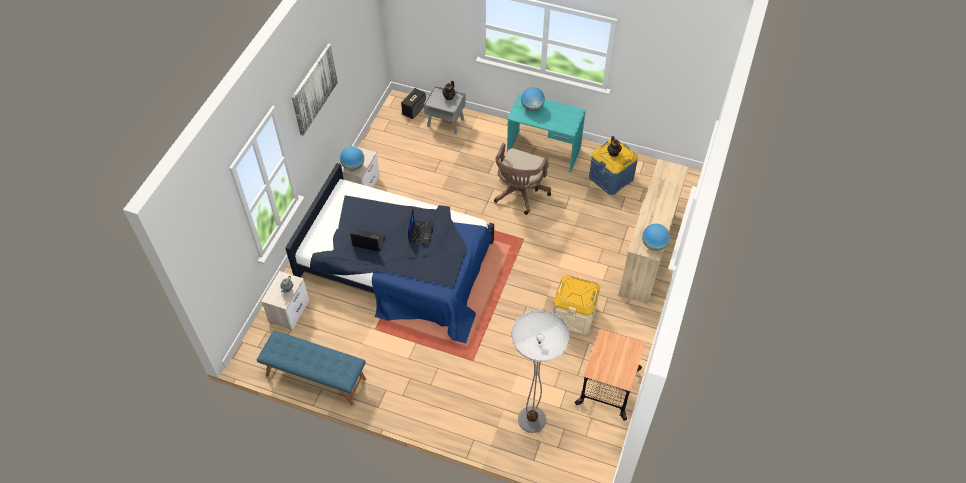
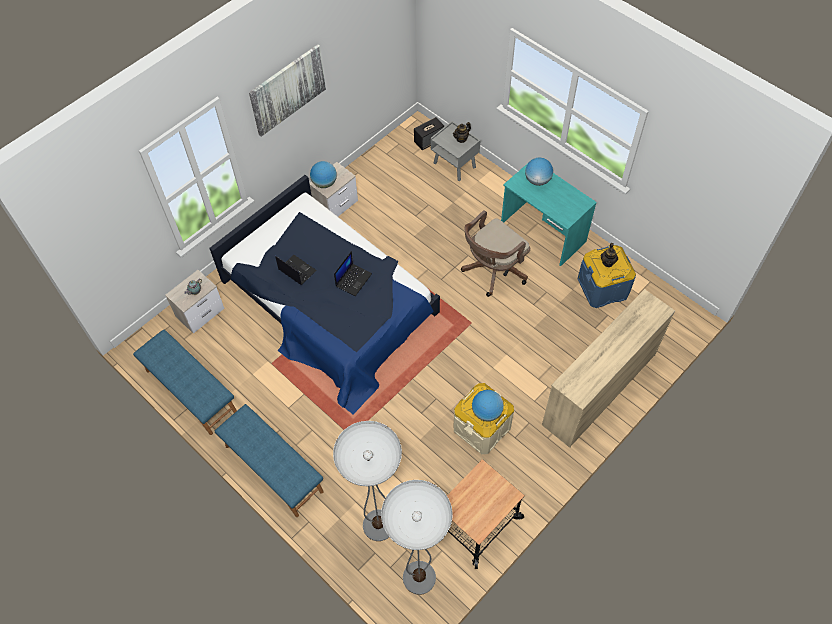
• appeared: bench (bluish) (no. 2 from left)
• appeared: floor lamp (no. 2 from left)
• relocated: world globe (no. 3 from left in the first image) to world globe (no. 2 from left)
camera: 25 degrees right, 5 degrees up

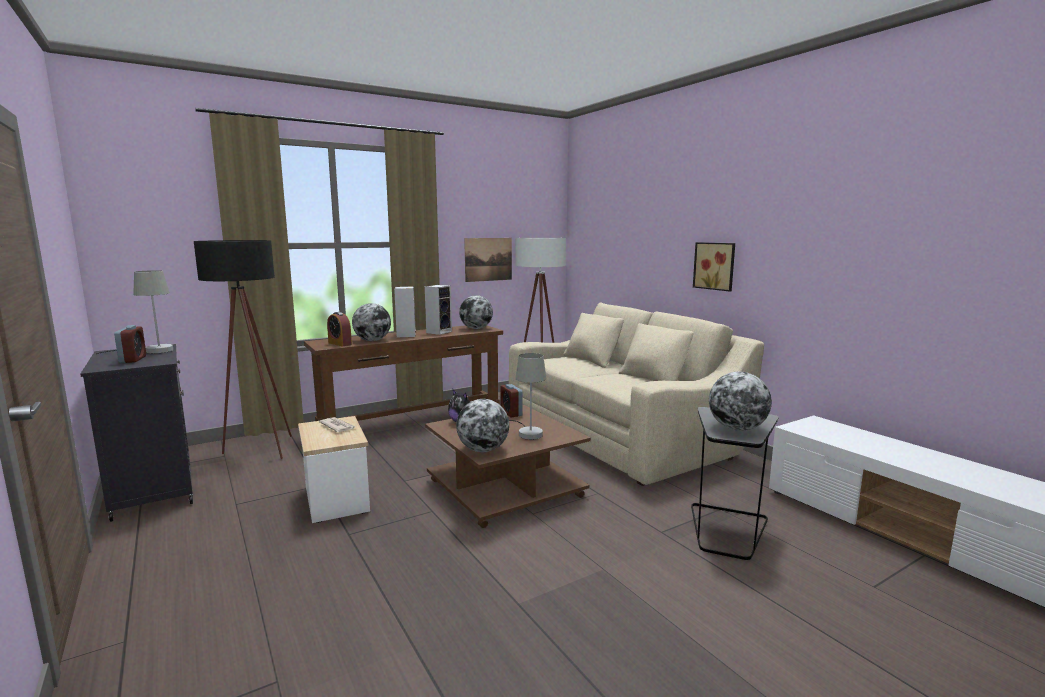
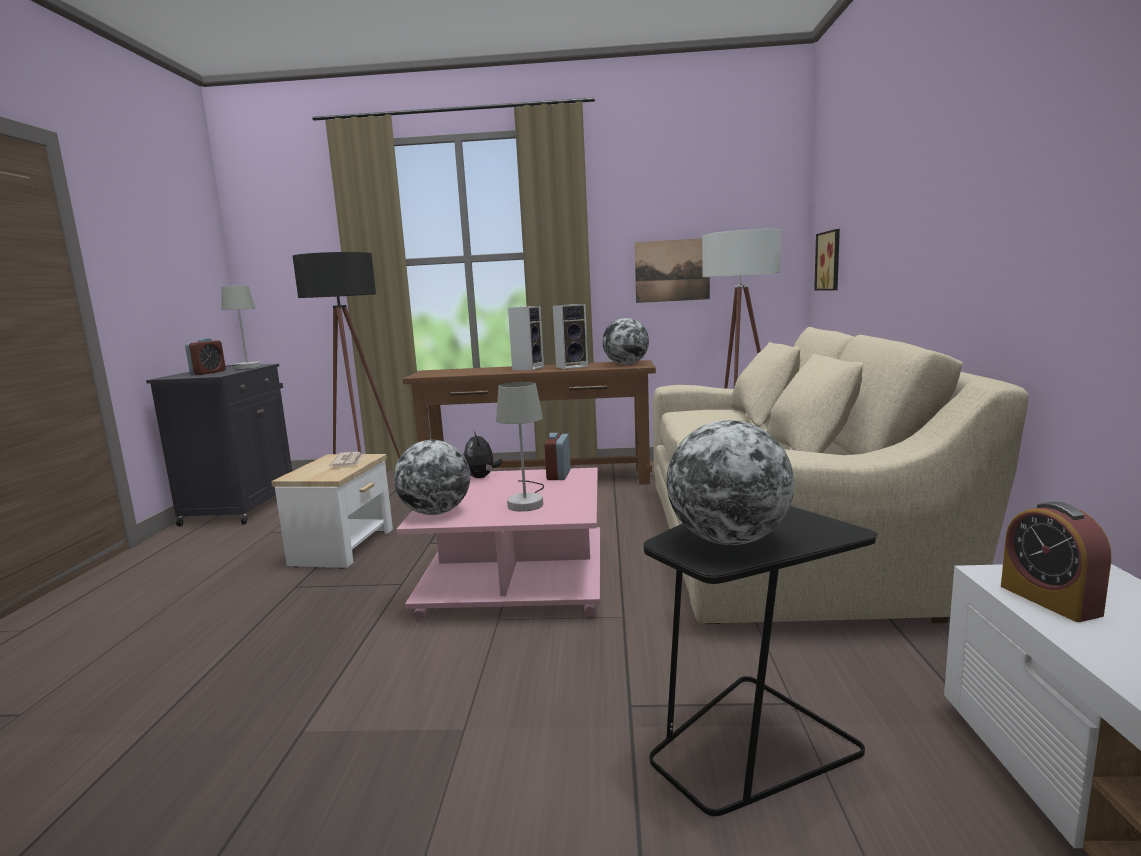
• missing: world globe (no. 1 from left)
• relocated: table clock (no. 2 from left in the first image) to table clock (no. 3 from left)
• relocated: picture (no. 2 from left)
• colour: low table (brown) to low table (pinkish)
camera: 35 degrees right, 0 degrees up

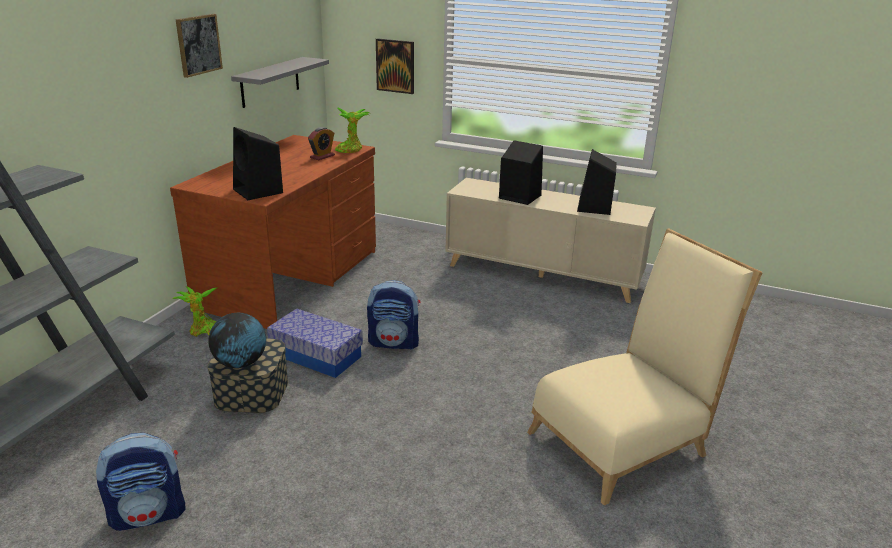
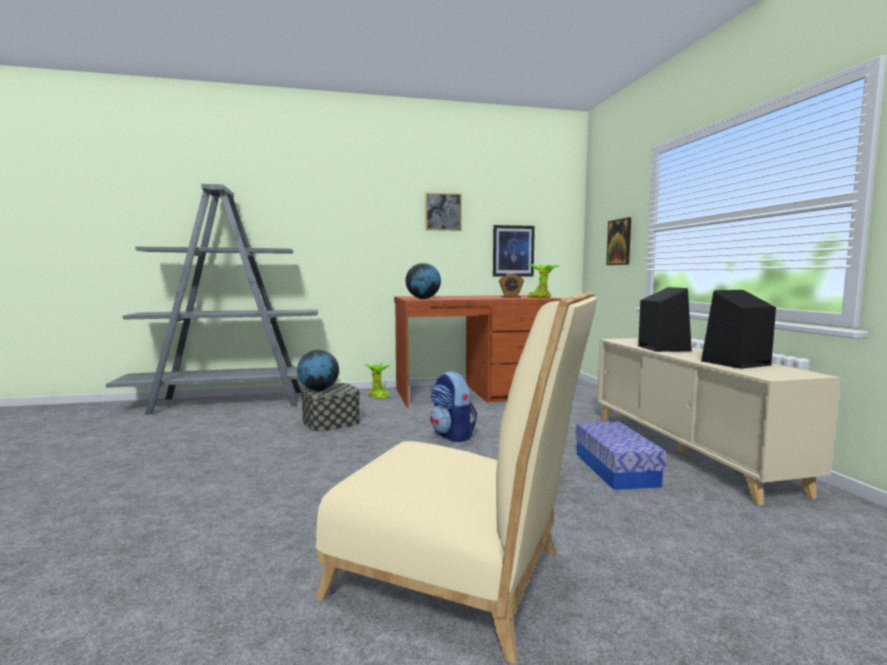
• missing: backpack (no. 1 from left)
• relocated: storage bin (no. 2 from left)
• exchanged: bracket shelf (greyish) to picture (no. 2 from left)
• exchanged: audio speaker (blackish) (no. 1 from left) to world globe (no. 2 from left)
camera: 55 degrees right, 20 degrees down

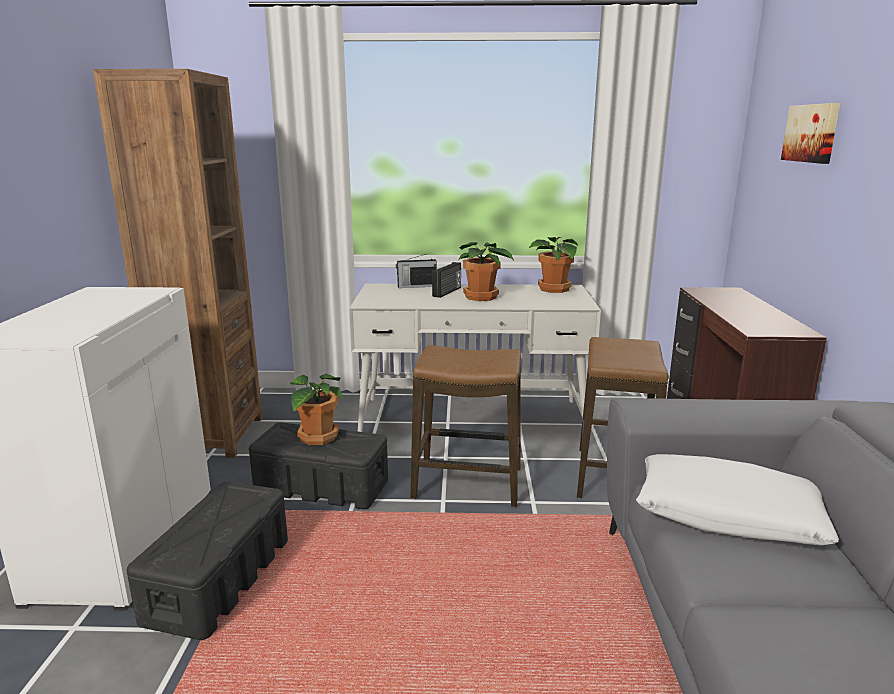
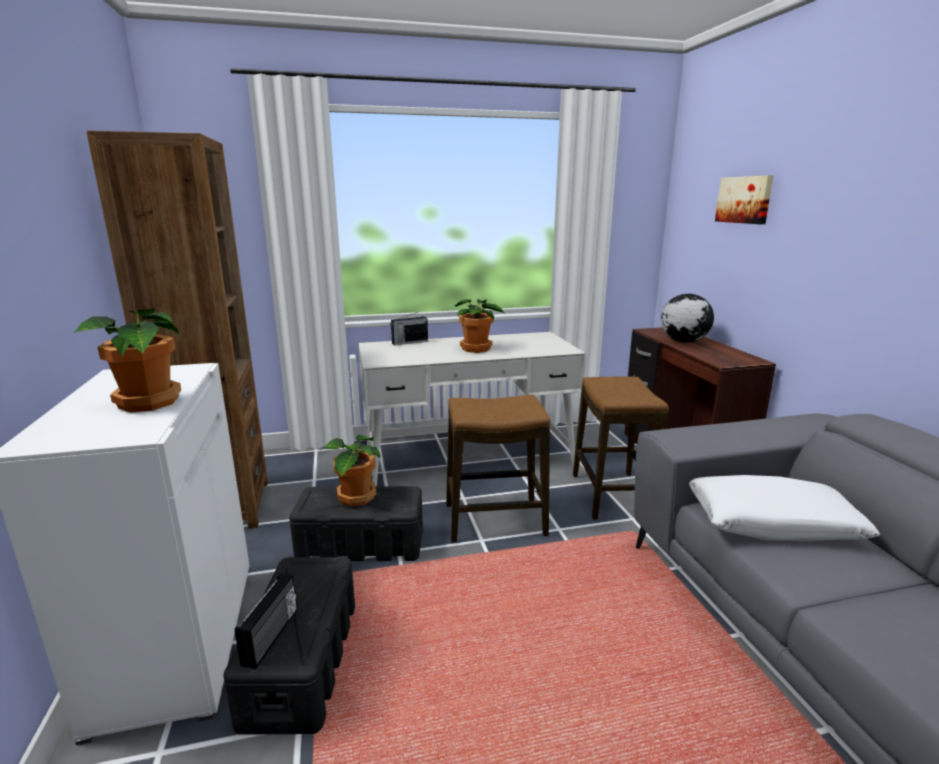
• appeared: world globe
• relocated: radio (no. 2 from left in the first image) to radio (no. 1 from left)
• relocated: potted plant (no. 3 from left in the first image) to potted plant (no. 1 from left)
camera: 15 degrees left, 0 degrees up

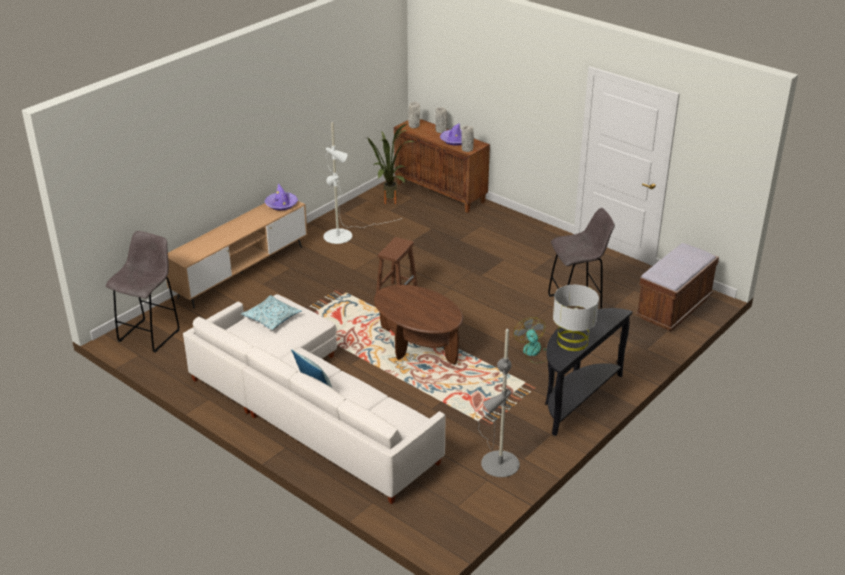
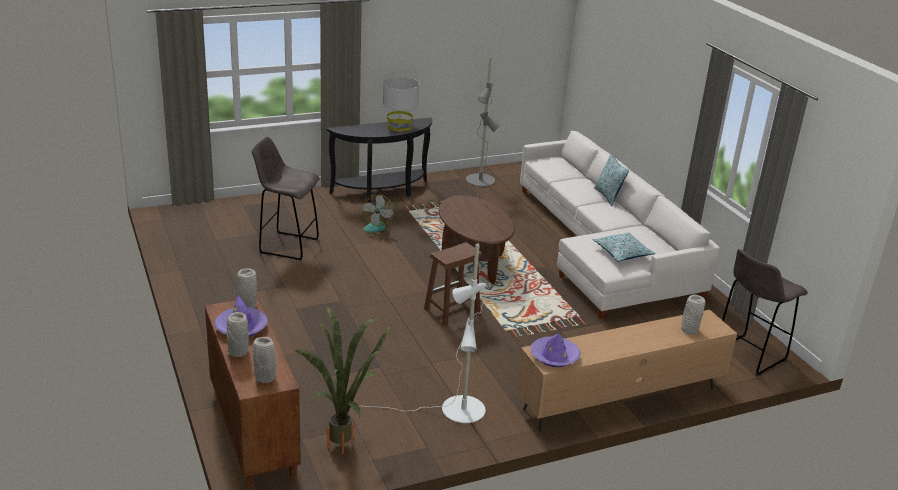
• missing: bench (brown)
• appeared: flower vase (greyish) (no. 4 from left)
camera: 155 degrees left, 5 degrees down

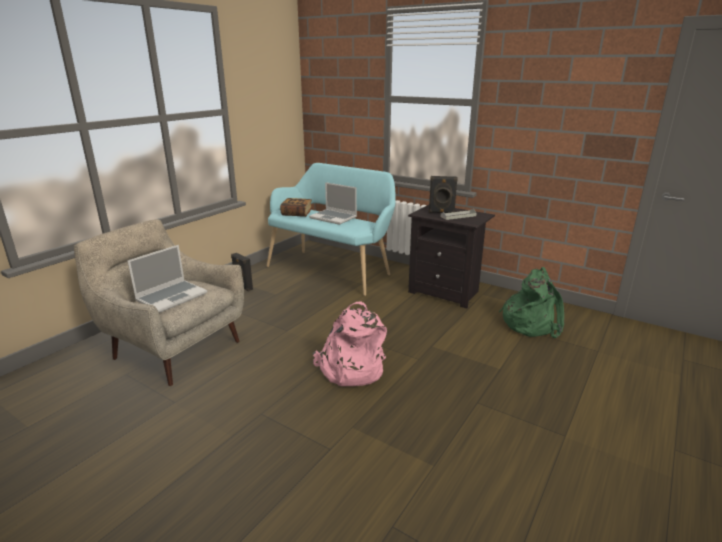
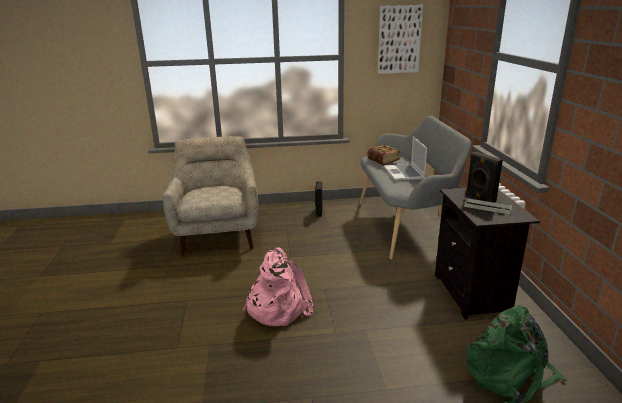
• missing: laptop (no. 1 from left)
• appeared: picture
• colour: bench (blue-green) to bench (greyish)
camera: 50 degrees right, 0 degrees up

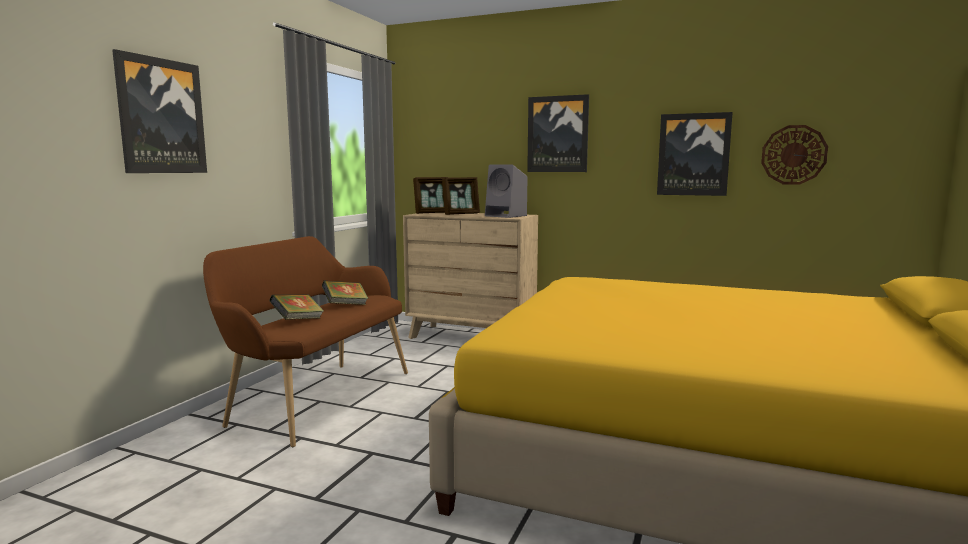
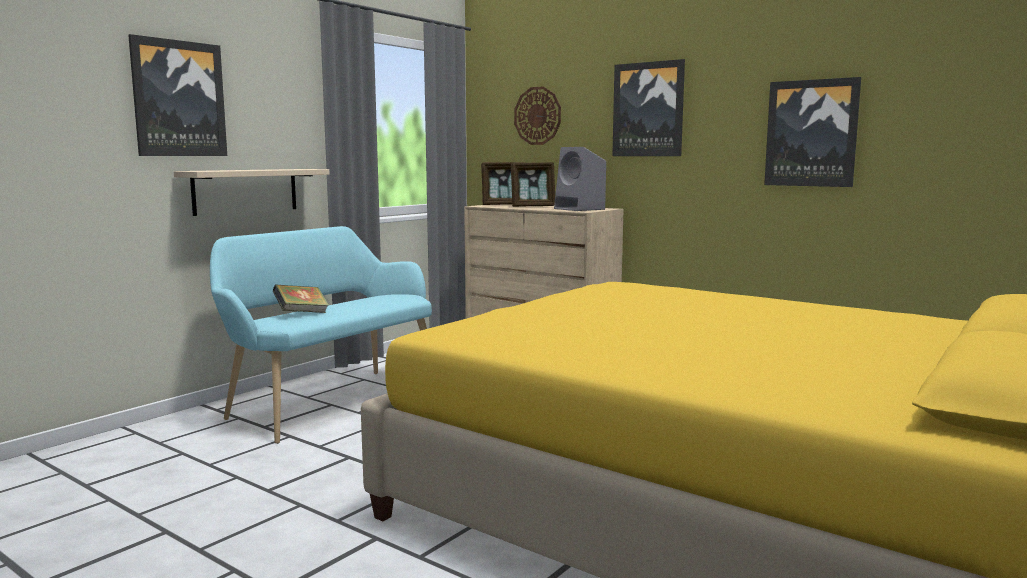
• missing: volume (no. 2 from left)
• appeared: bracket shelf (beige)
• relocated: hanging clock
• colour: bench (brown) to bench (blue-green)
camera: 15 degrees right, 0 degrees up

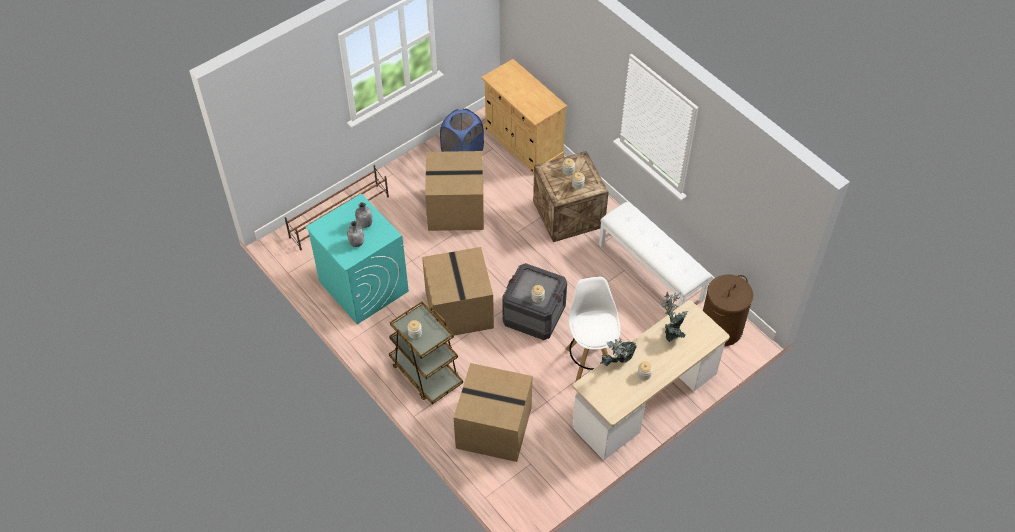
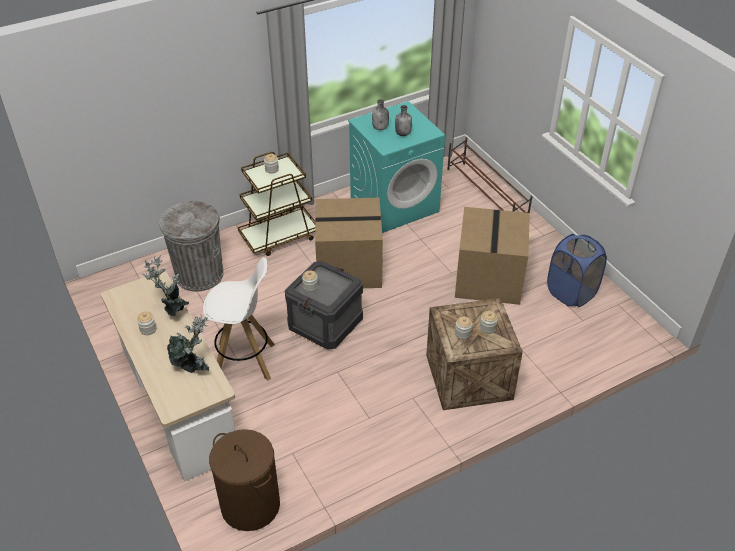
• missing: storage cabinet (beige)
• missing: bench (white)
• exchanged: cardboard box (no. 3 from left) to waste bin (greyish)
camera: 100 degrees right, 10 degrees down

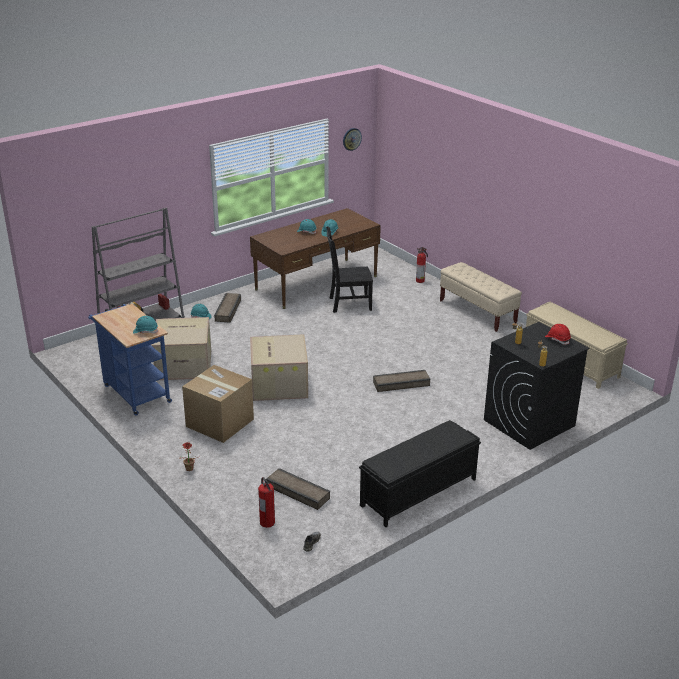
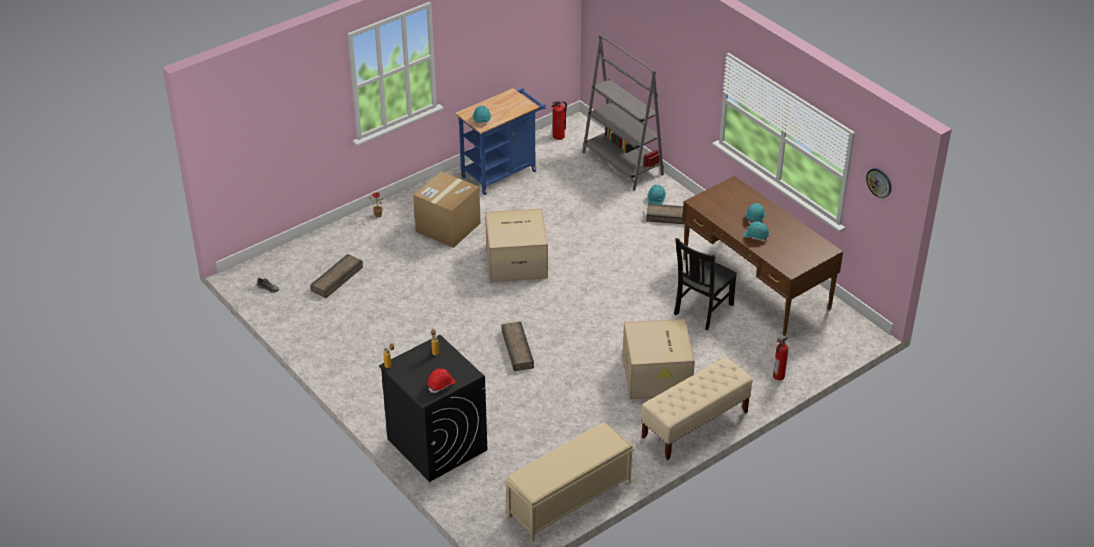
• missing: bench (blackish)
• relocated: cardboard box (no. 1 from left in the first image) to cardboard box (no. 3 from left)
• relocated: extinguisher (no. 1 from left)
• spun: upright chair (blackish) 135 degrees counterclockwise
camera: 90 degrees right, 10 degrees up

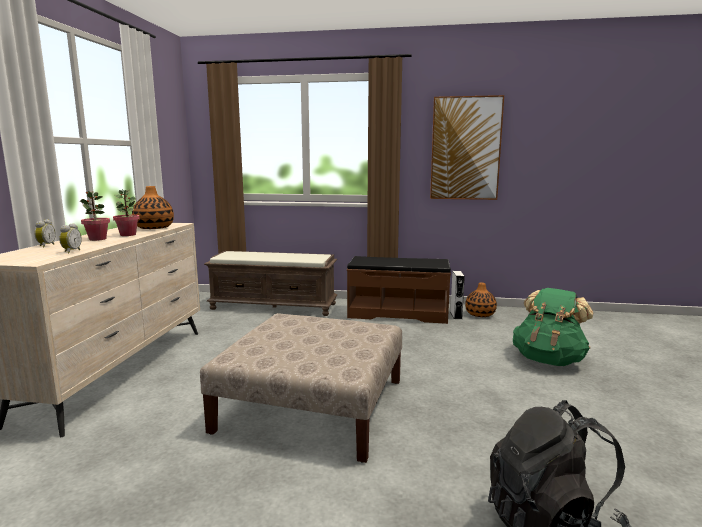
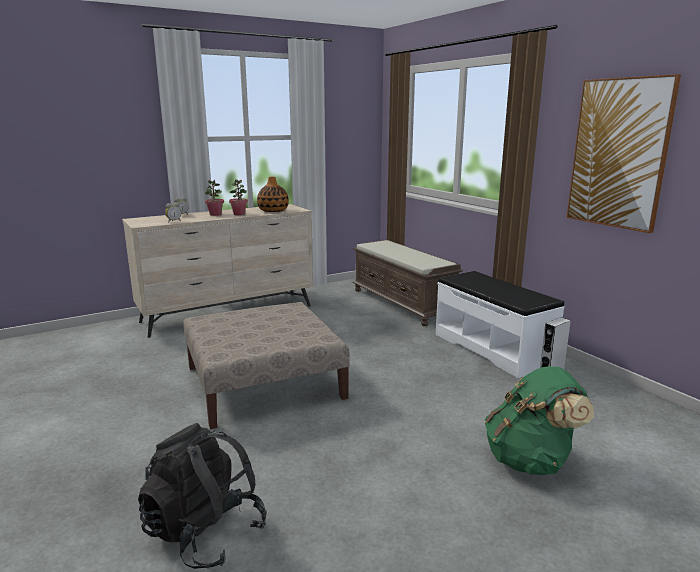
• missing: flower vase (no. 2 from left)
• colour: bench (brown) (no. 2 from left) to bench (white)
camera: 50 degrees right, 5 degrees up

